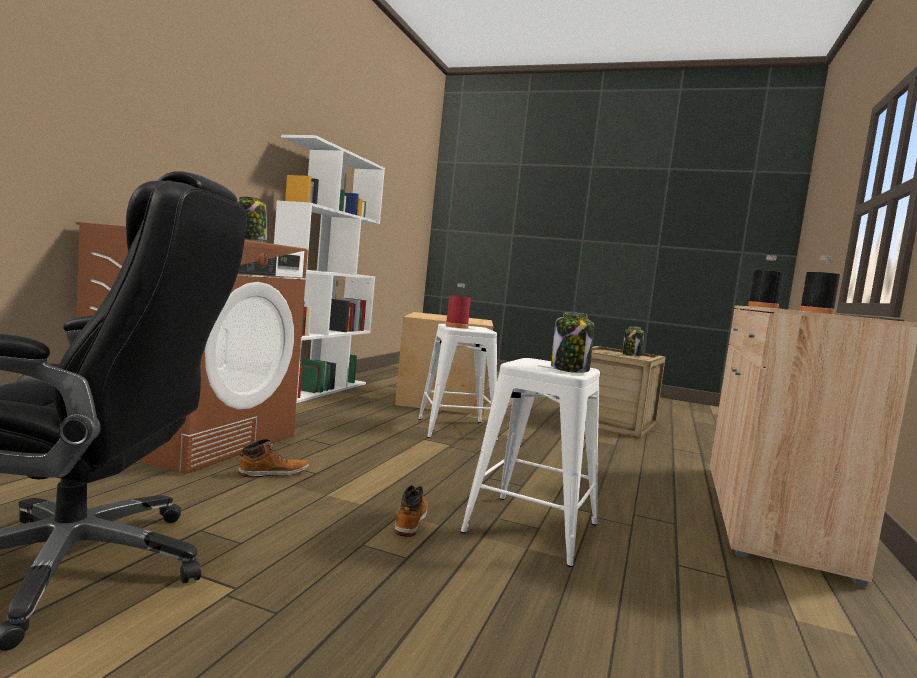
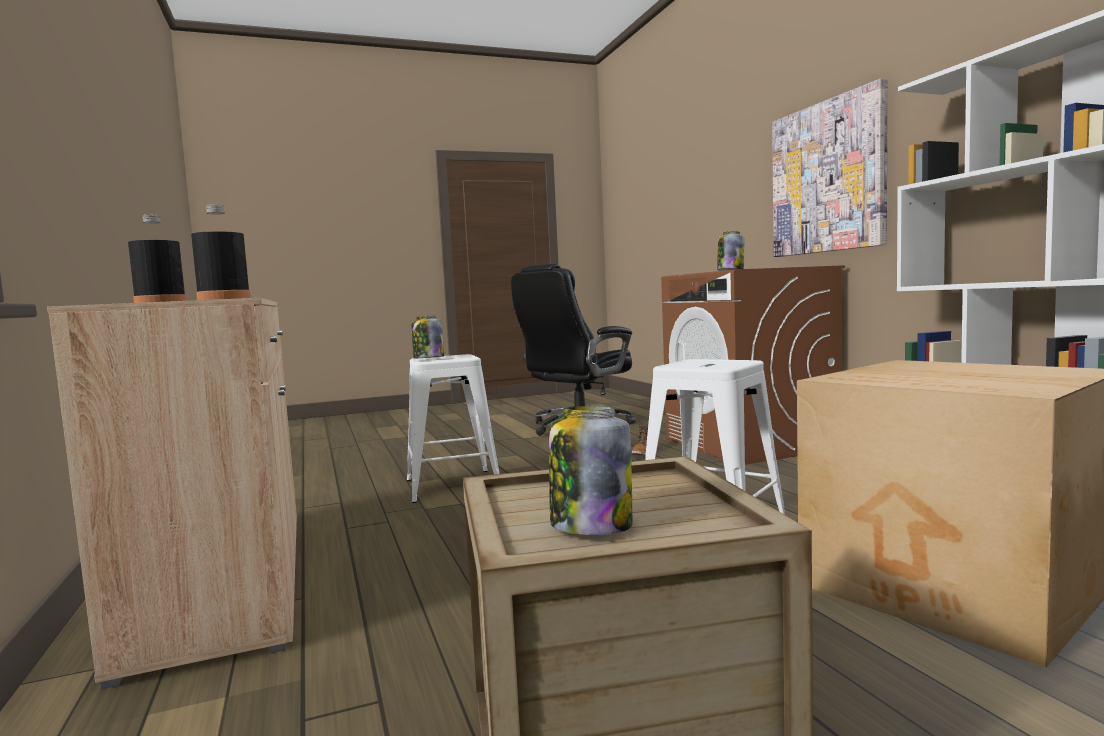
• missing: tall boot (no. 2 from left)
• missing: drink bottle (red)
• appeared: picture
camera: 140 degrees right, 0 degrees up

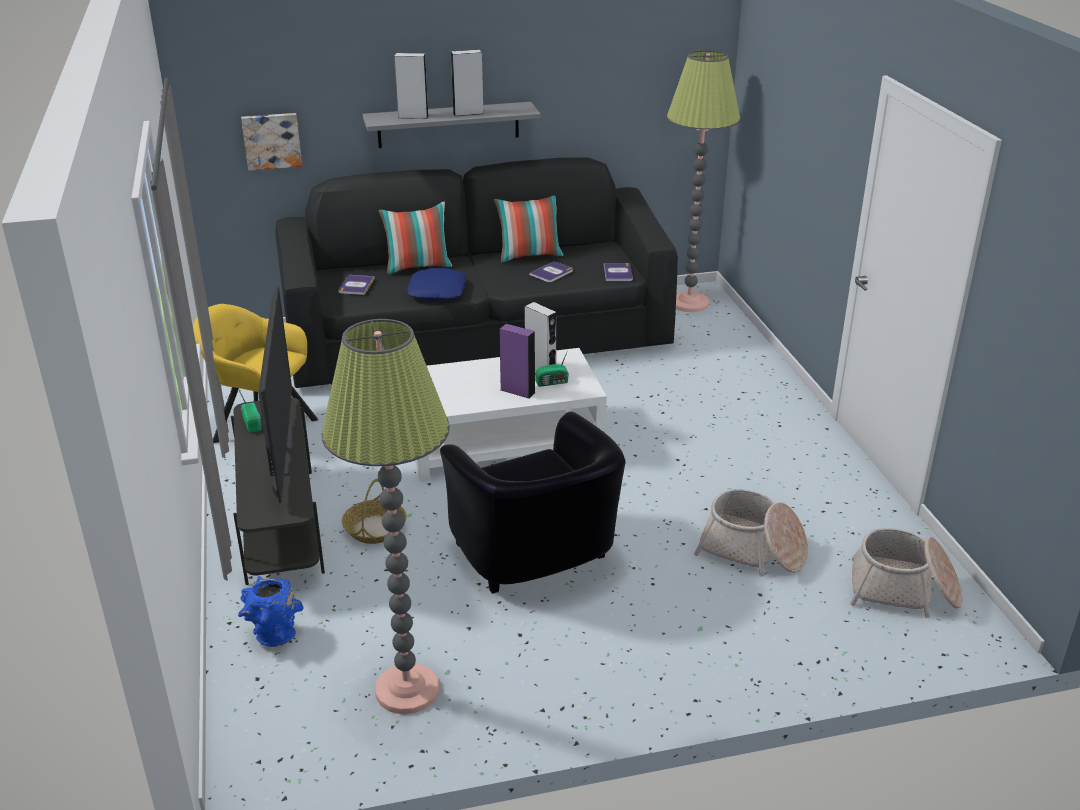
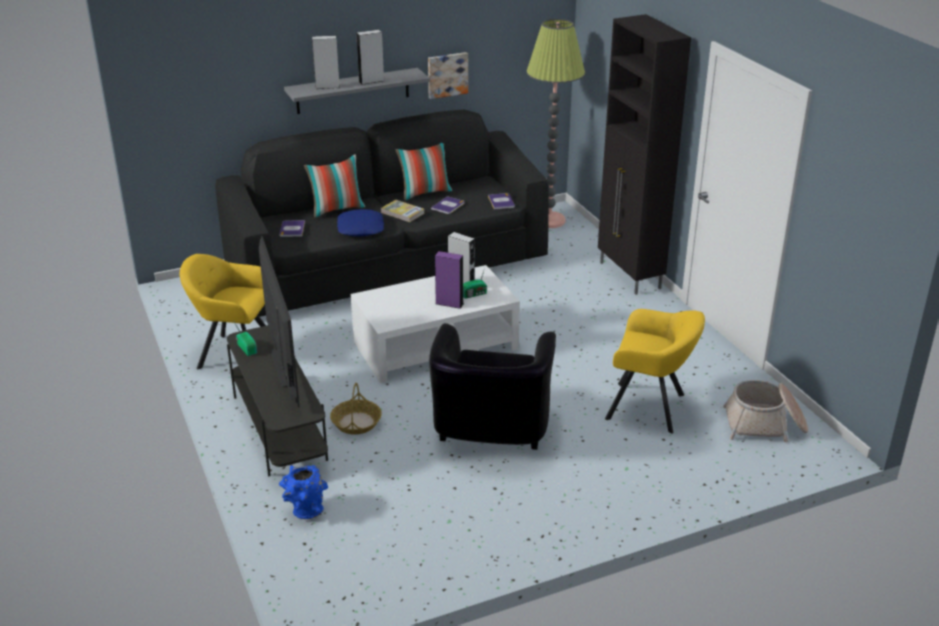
• missing: floor lamp (no. 1 from left)
• appeared: volume (no. 2 from left)
• appeared: storage cabinet (blackish)
• relocated: picture
• exchanged: storage basket (no. 2 from left) to lounge chair (yellow-coloured) (no. 2 from left)
• spun: lounge chair (blackish) 45 degrees clockwise
camera: 10 degrees left, 0 degrees up

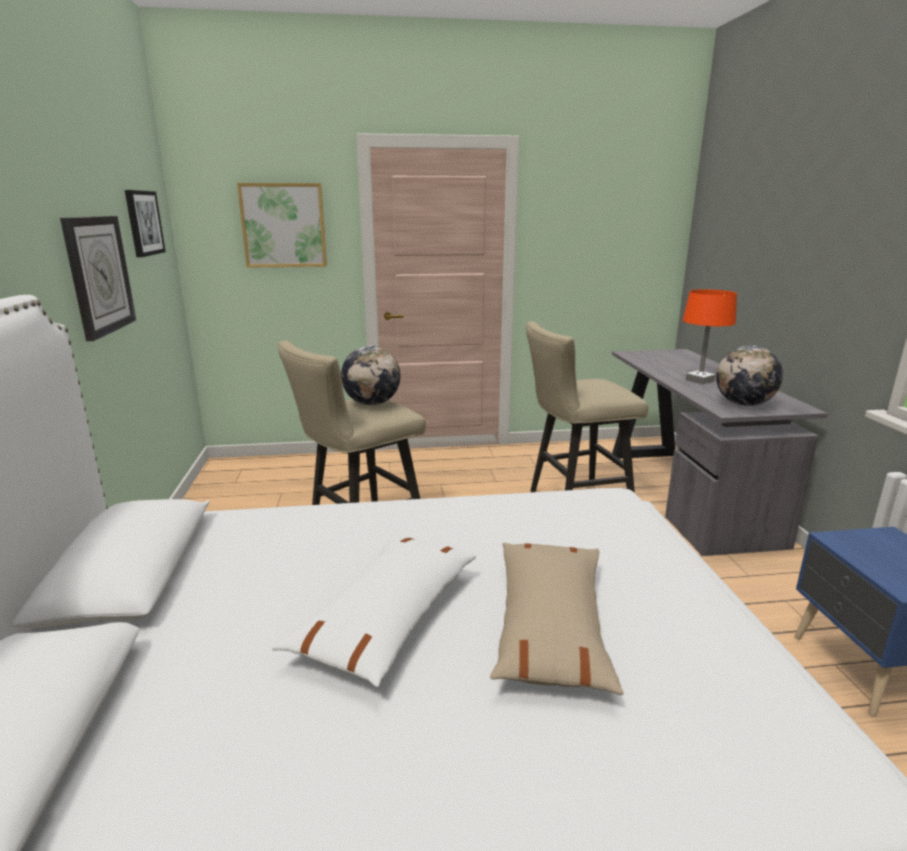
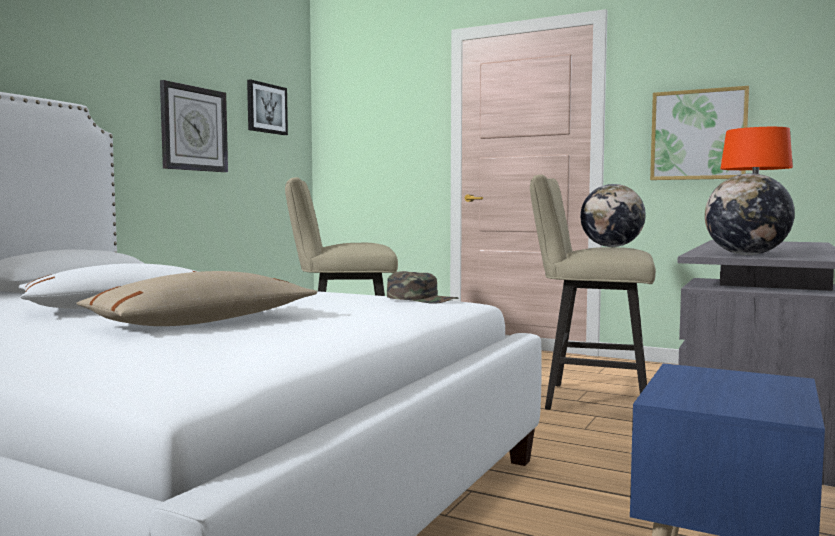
• appeared: peaked cap (green)
• relocated: picture (no. 2 from left)
• relocated: world globe (no. 1 from left)
camera: 35 degrees right, 15 degrees down

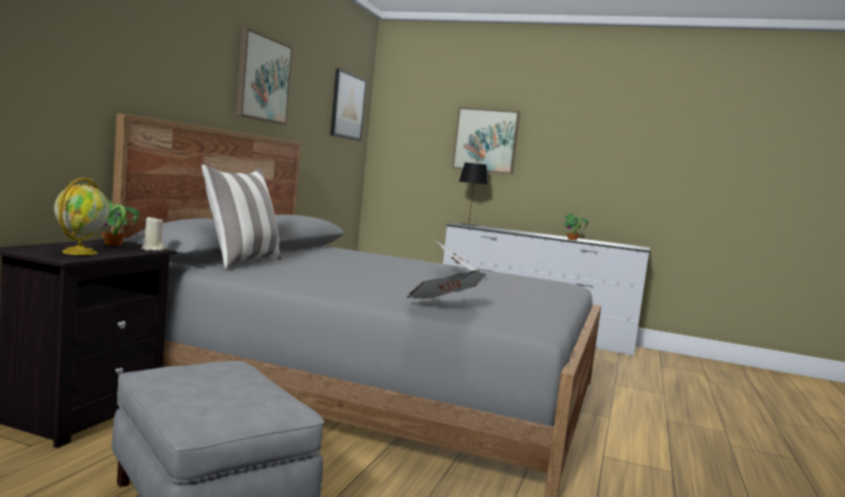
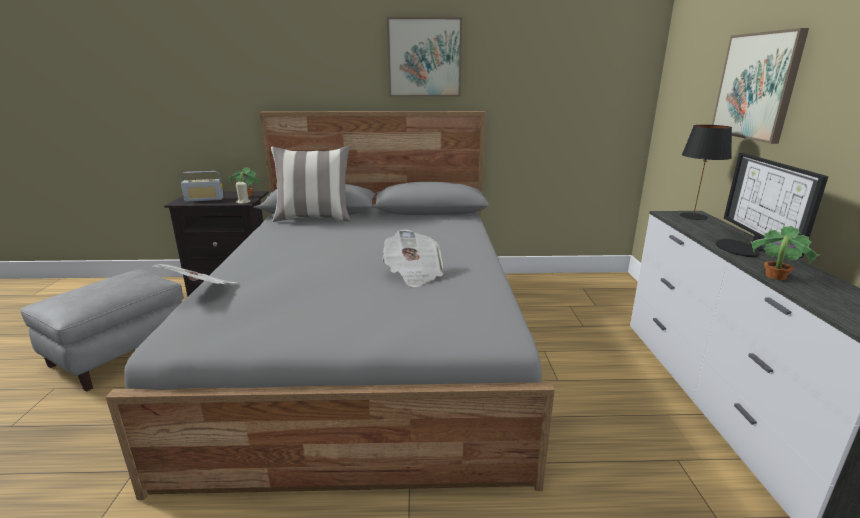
• missing: picture (no. 2 from left)
• appeared: computer display
• exchanged: world globe to radio
camera: 70 degrees right, 15 degrees up

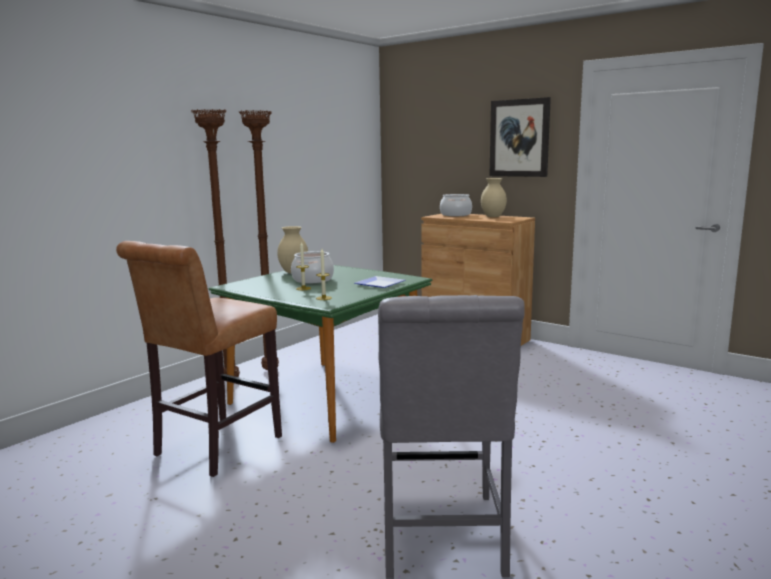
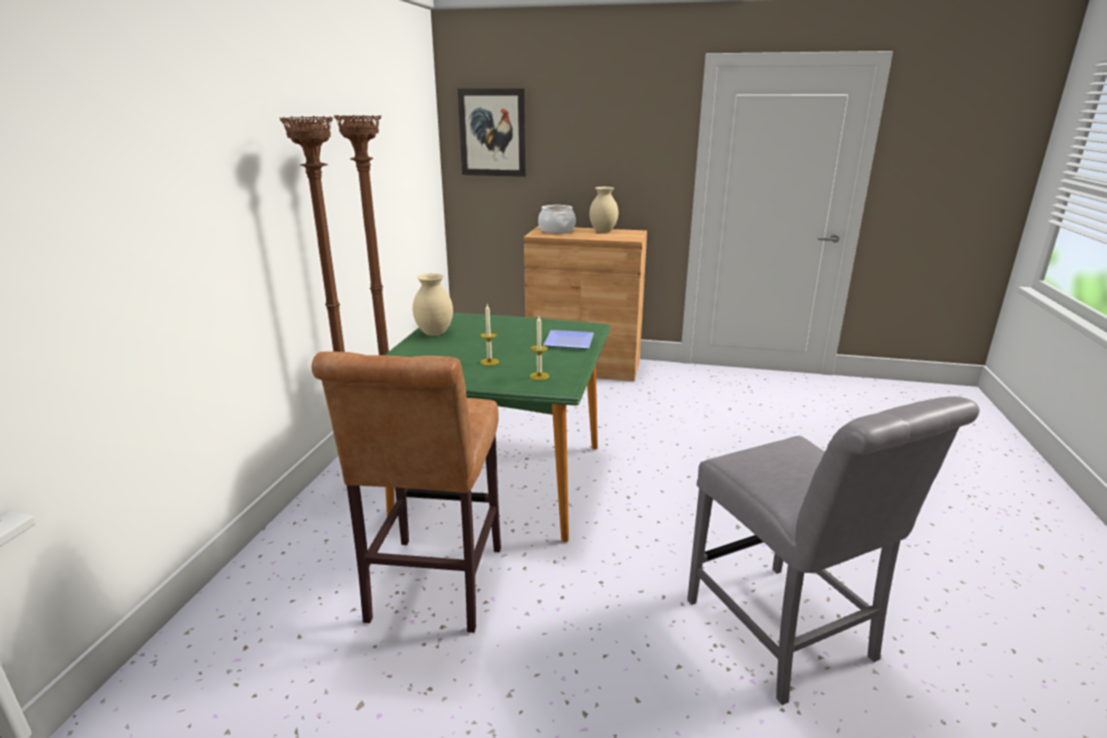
• missing: cooking pot (no. 1 from left)
• relocated: picture
camera: 25 degrees left, 10 degrees up

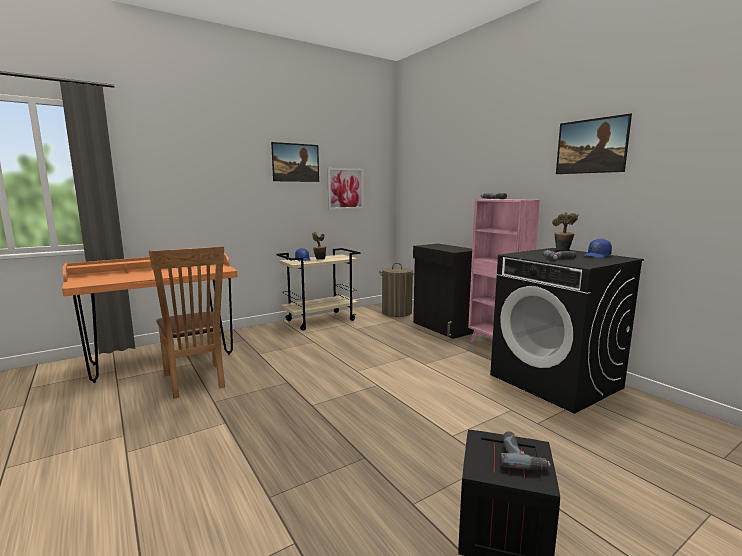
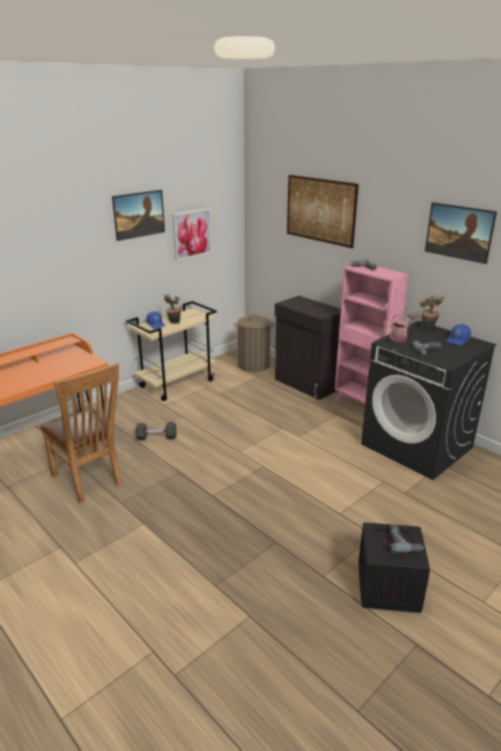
• appeared: dumbbell (greyish)
• appeared: picture (no. 3 from left)
• appeared: watering pot
camera: 10 degrees left, 15 degrees up

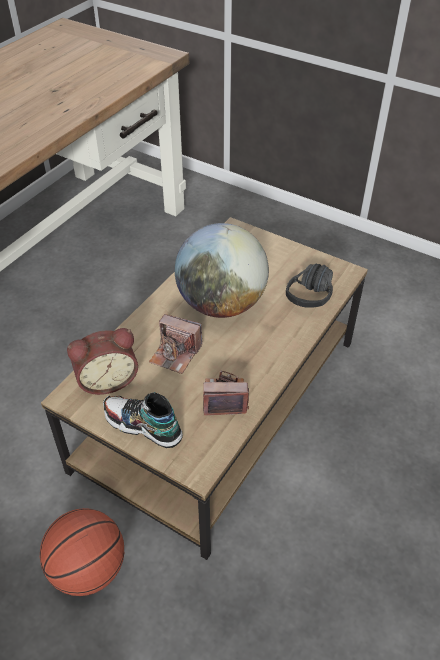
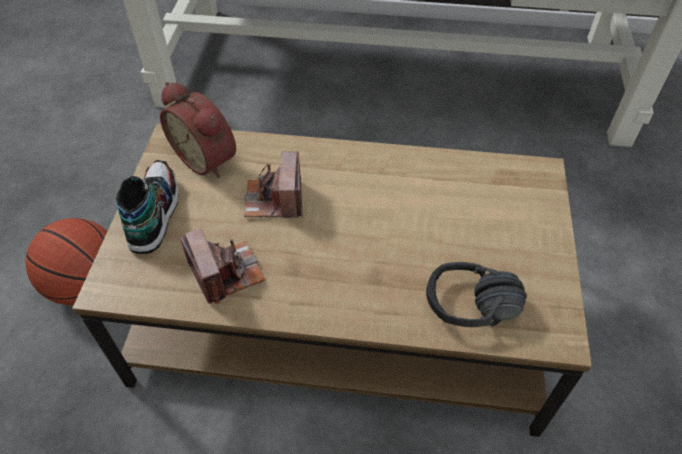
• missing: world globe
camera: 65 degrees right, 5 degrees up

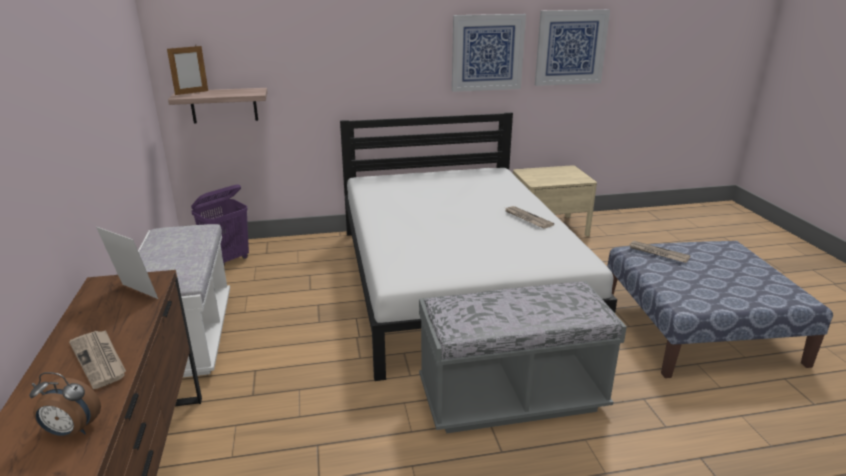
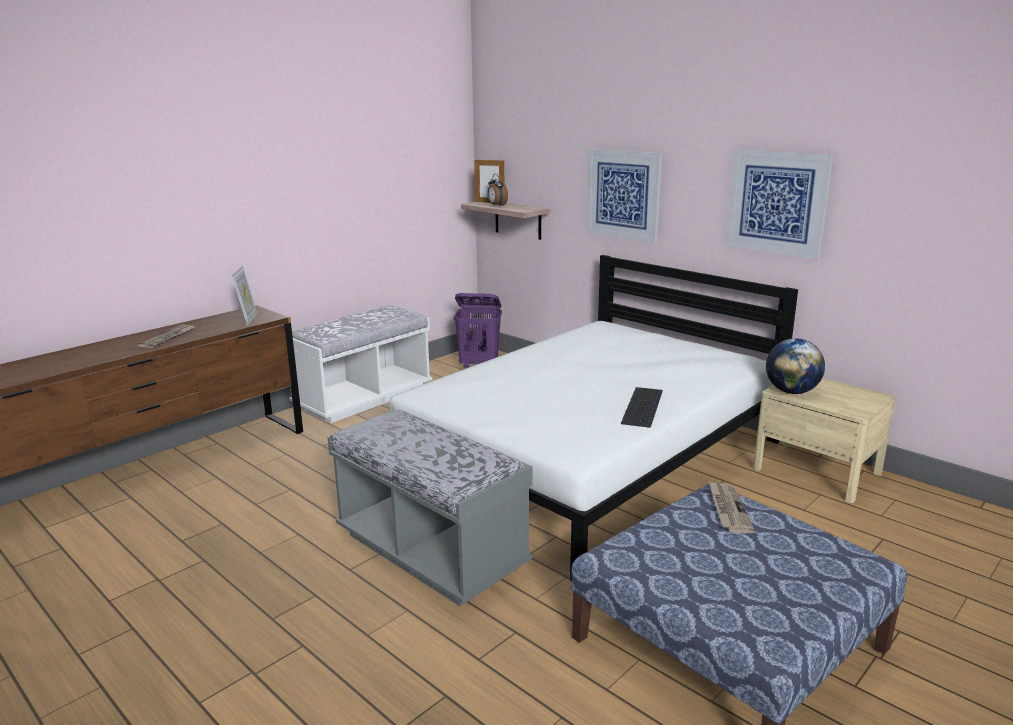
• appeared: world globe
• relocated: table clock
• relocated: picture (no. 2 from left in the first image) to picture (no. 1 from left)
• exchanged: newspaper (no. 2 from left) to PC keyboard
camera: 55 degrees right, 5 degrees down

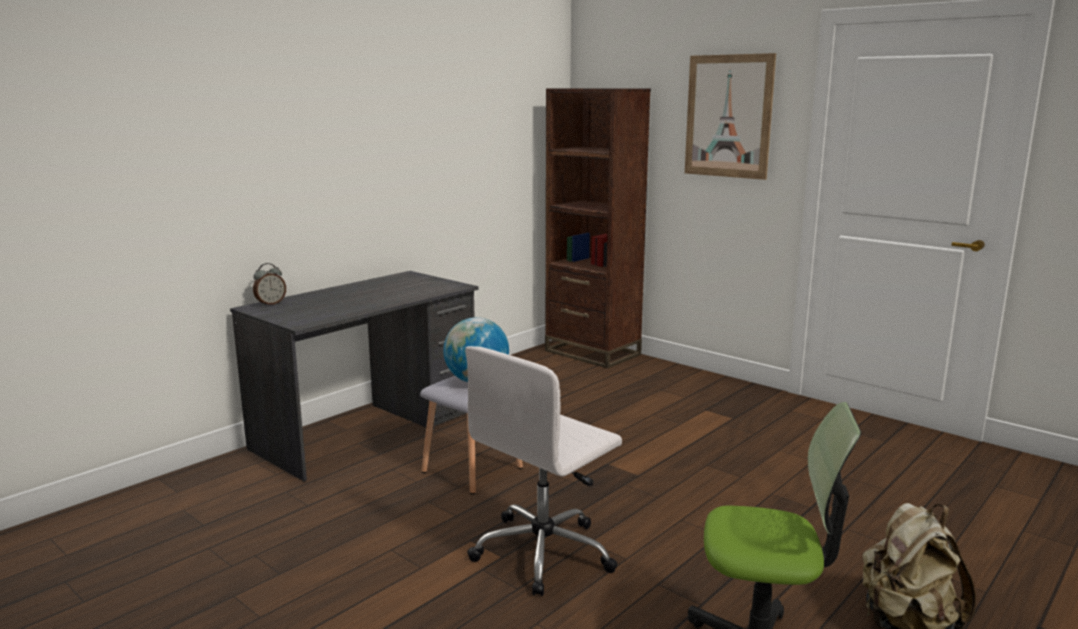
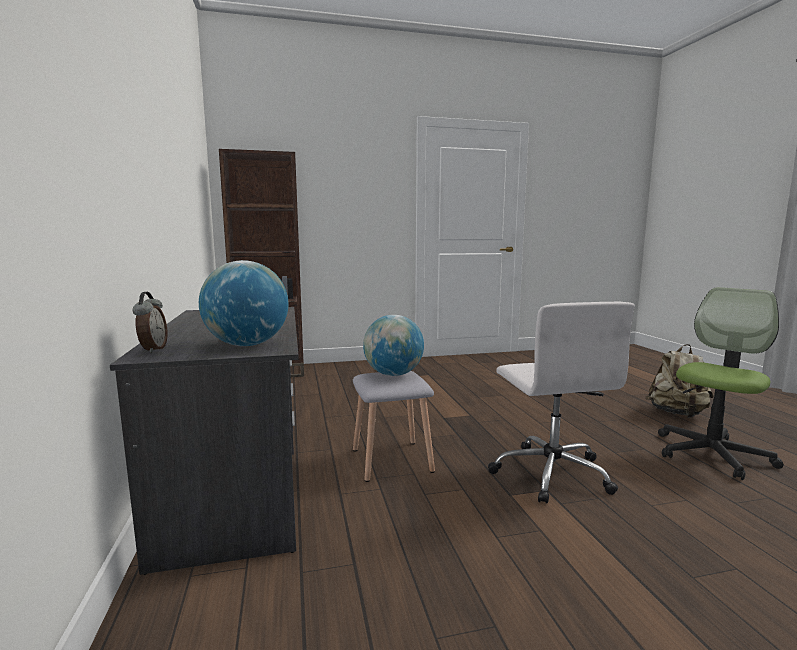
• missing: picture
• appeared: world globe (no. 1 from left)
camera: 55 degrees left, 5 degrees down

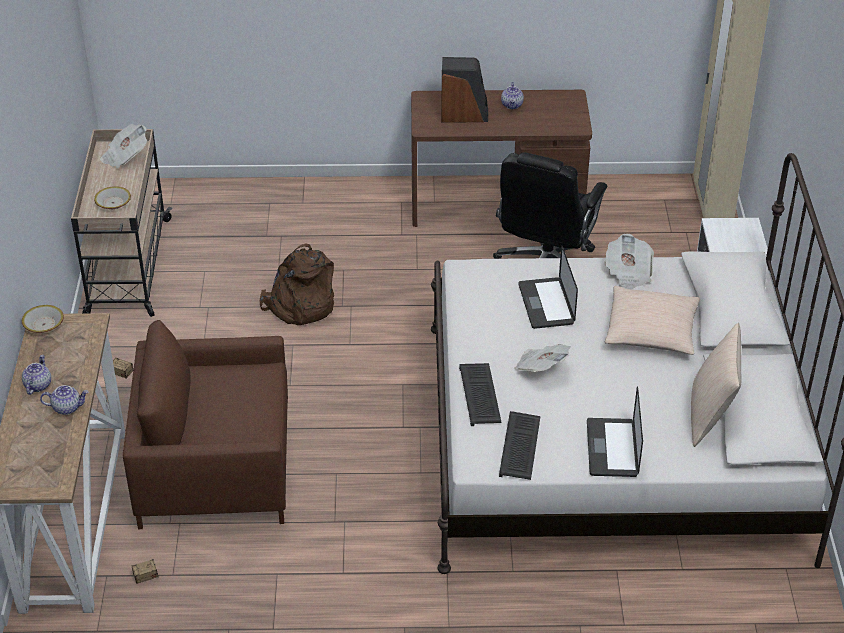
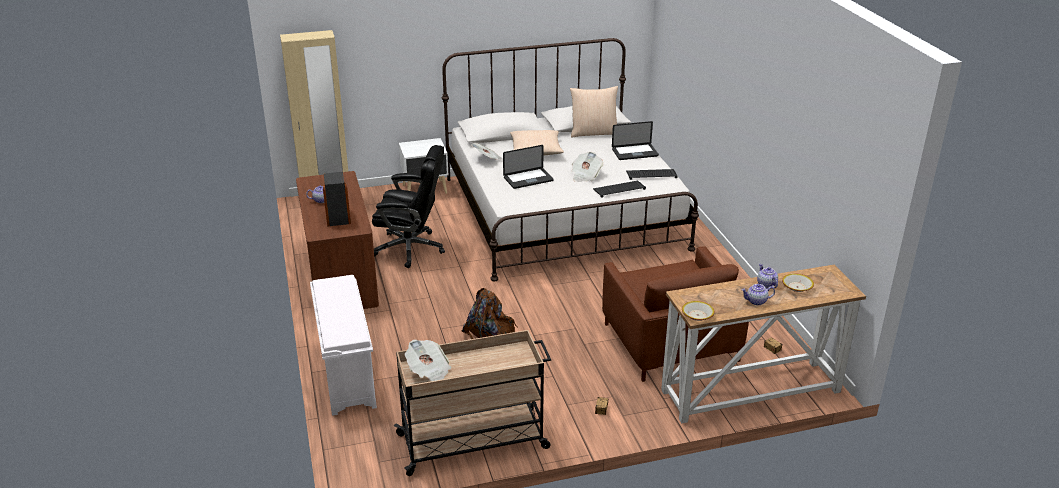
• appeared: bench (white)
• relocated: bowl (no. 2 from left)
camera: 105 degrees left, 10 degrees down

